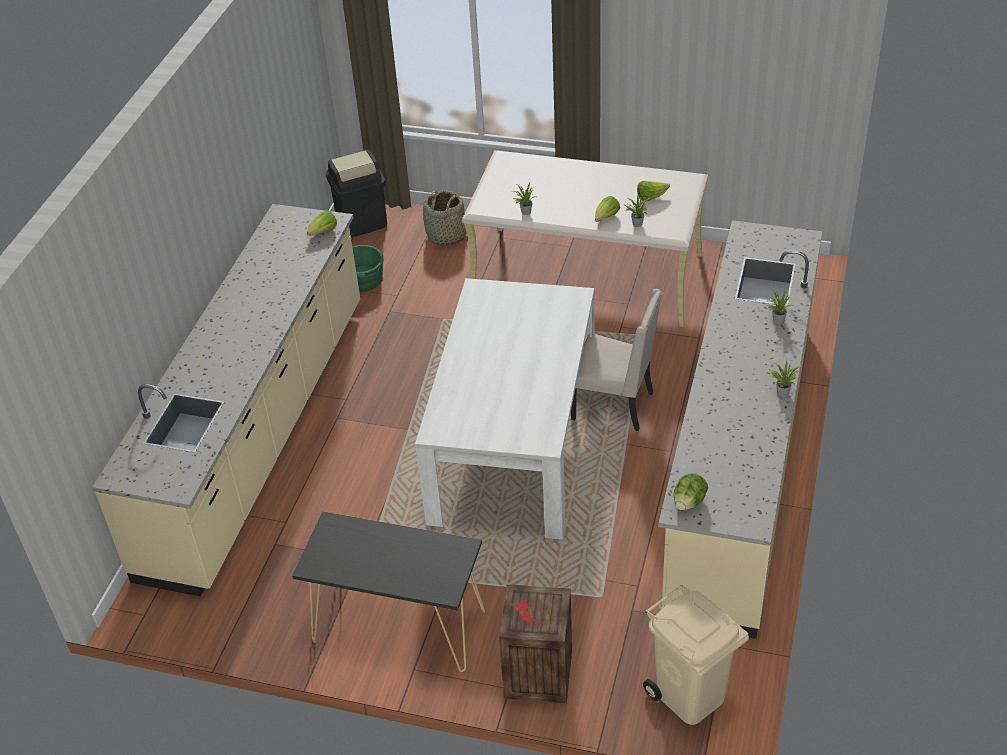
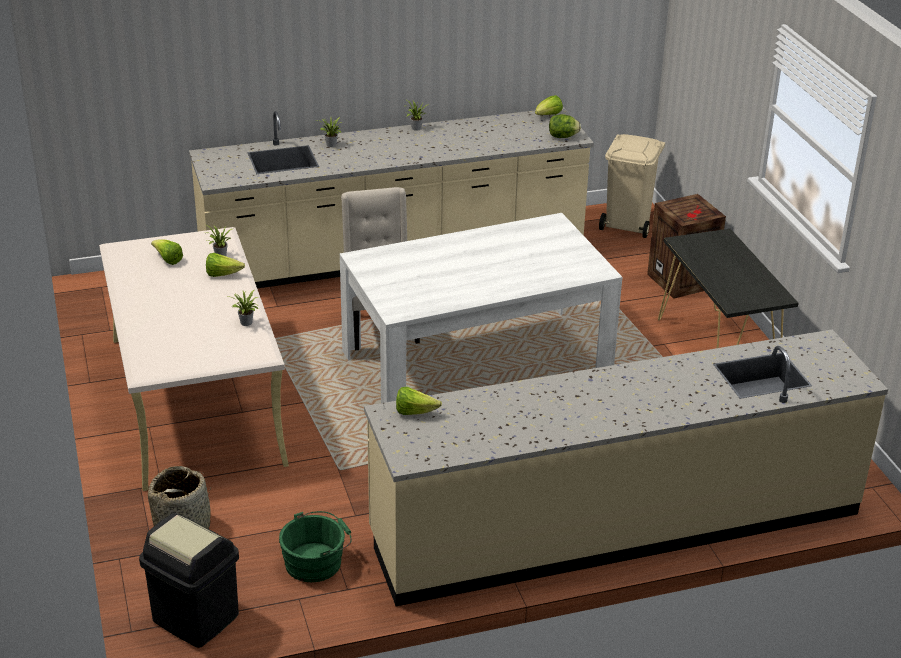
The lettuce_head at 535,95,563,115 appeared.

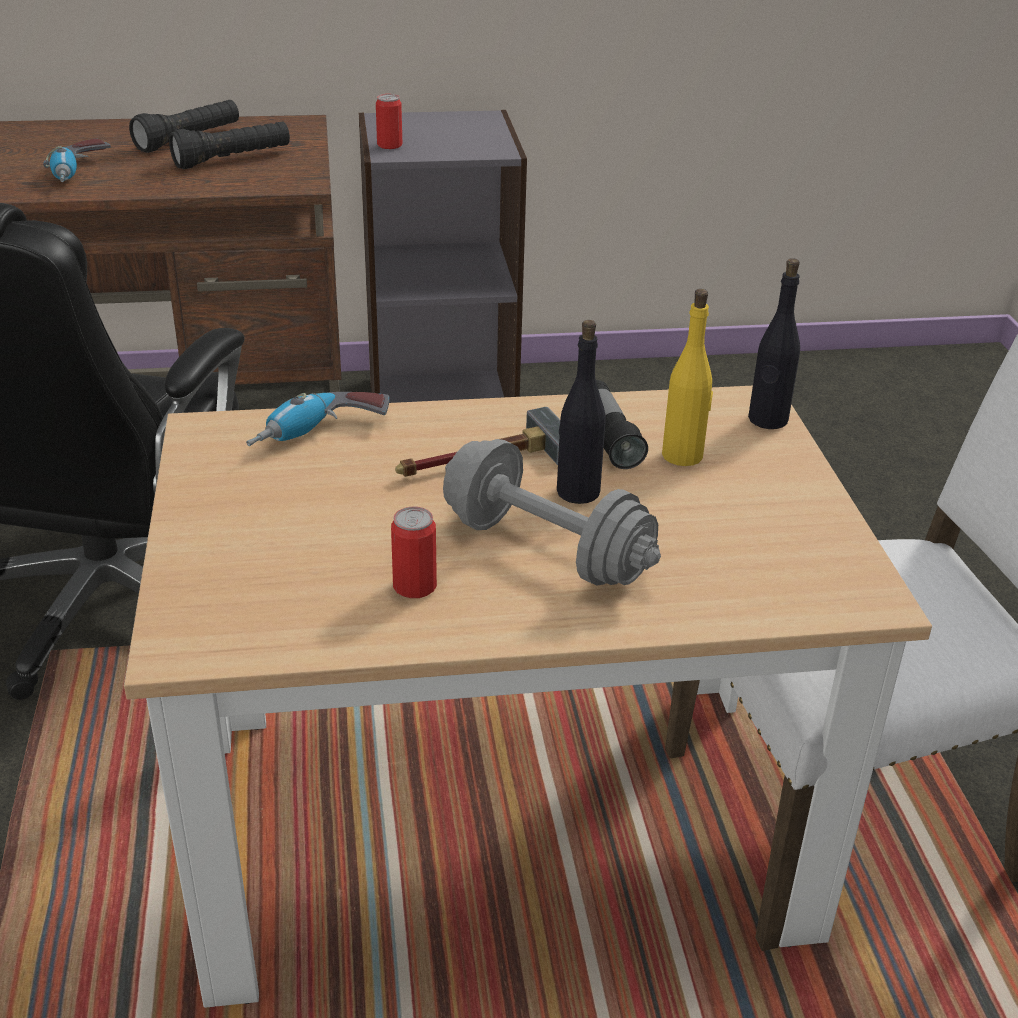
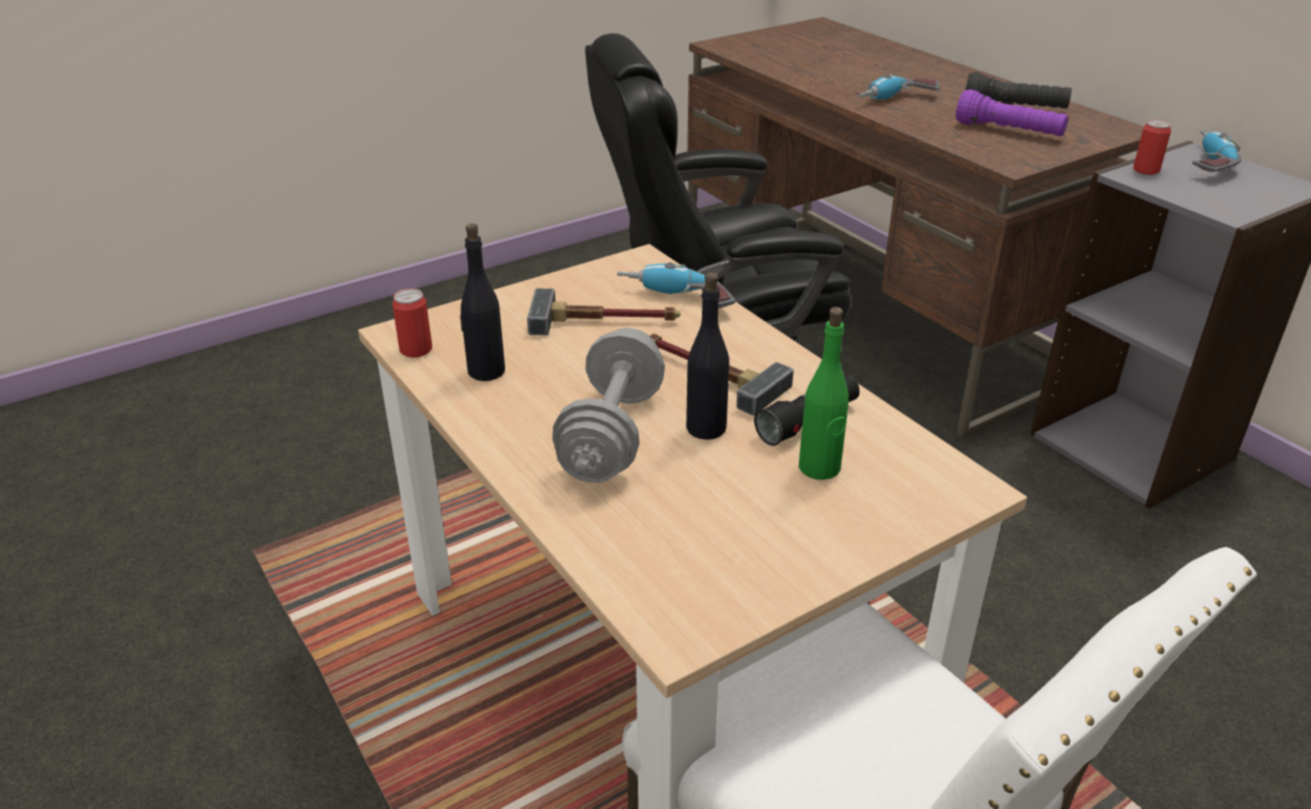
The metal_can moved from 391,507,437,598 to 392,289,432,358.
The blackish_beverage_bottle moved from 748,258,800,429 to 460,223,505,381.
The hand_hammer at 527,288,680,335 appeared.
The yellow_beverage_bottle at 662,289,713,466 became the green-coloured_beverage_bottle at 799,307,849,480.
The blackish_flashlight at 169,121,290,169 became the purple-coloured_flashlight at 956,89,1068,136.
The drill at 1192,130,1242,172 appeared.

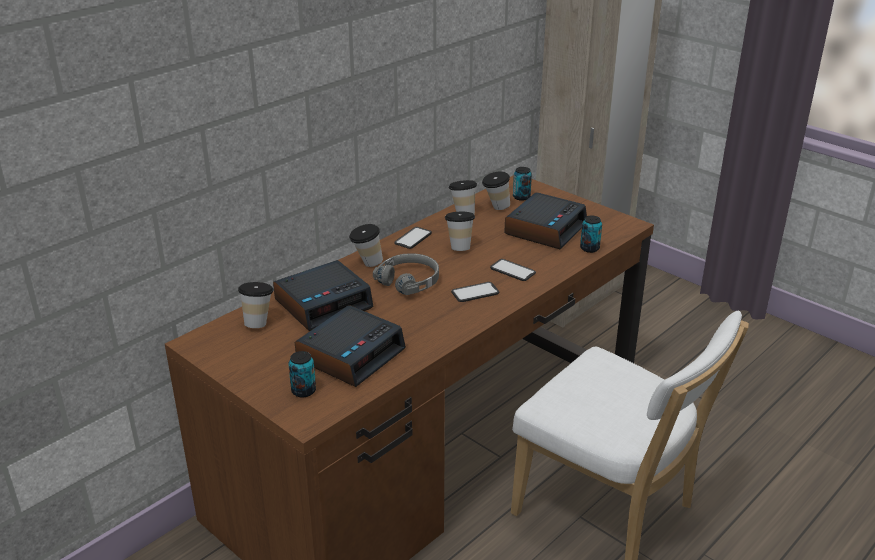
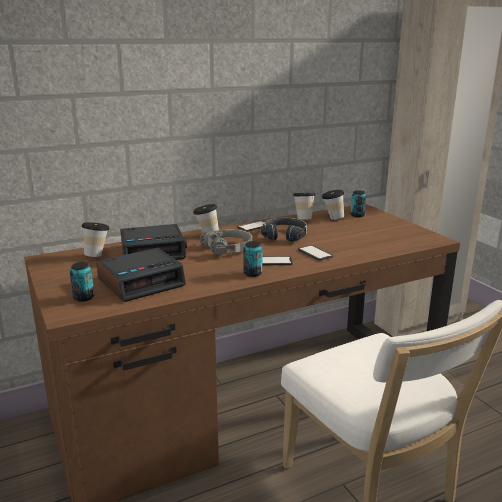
The metal_can moved from 580,215,602,253 to 243,241,263,277.
The cup at 445,212,475,251 was replaced by the blackish_headphones at 261,217,307,241.
The bedside_clock at 504,192,587,249 disappeared.

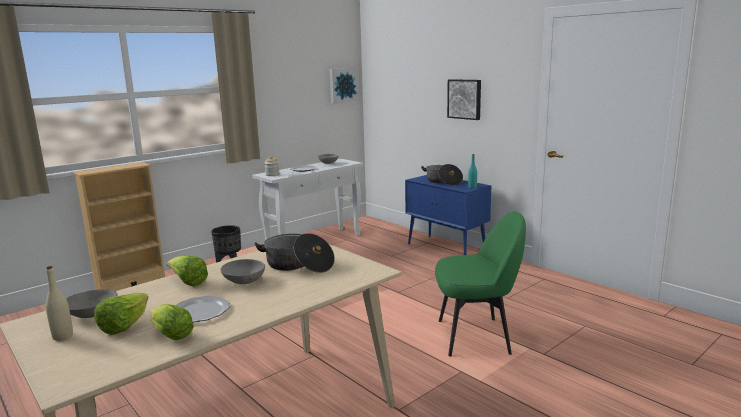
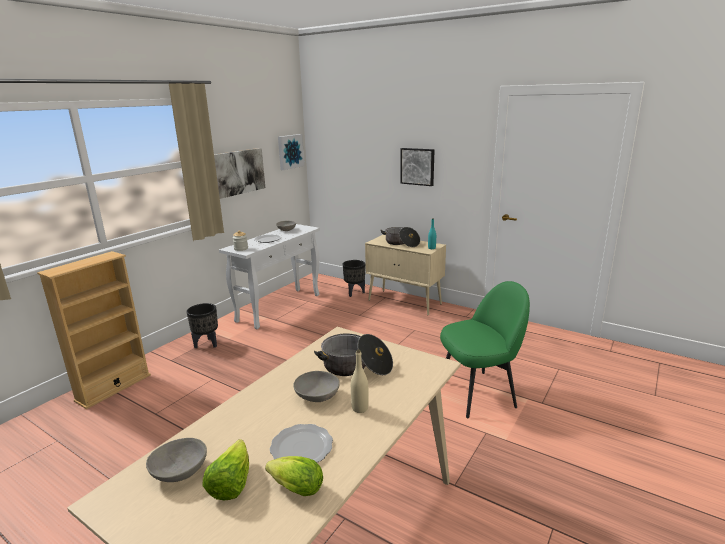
The wall_art at 214,148,265,199 appeared.
The blackish_plant_pot at 343,260,365,297 appeared.
The sand-coloured_beverage_bottle moved from 46,266,73,341 to 351,350,369,413.
The blue-coloured_cupboard at 405,175,491,255 became the sand-coloured_cupboard at 365,235,446,316.
The lettuce_head at 167,256,208,286 disappeared.

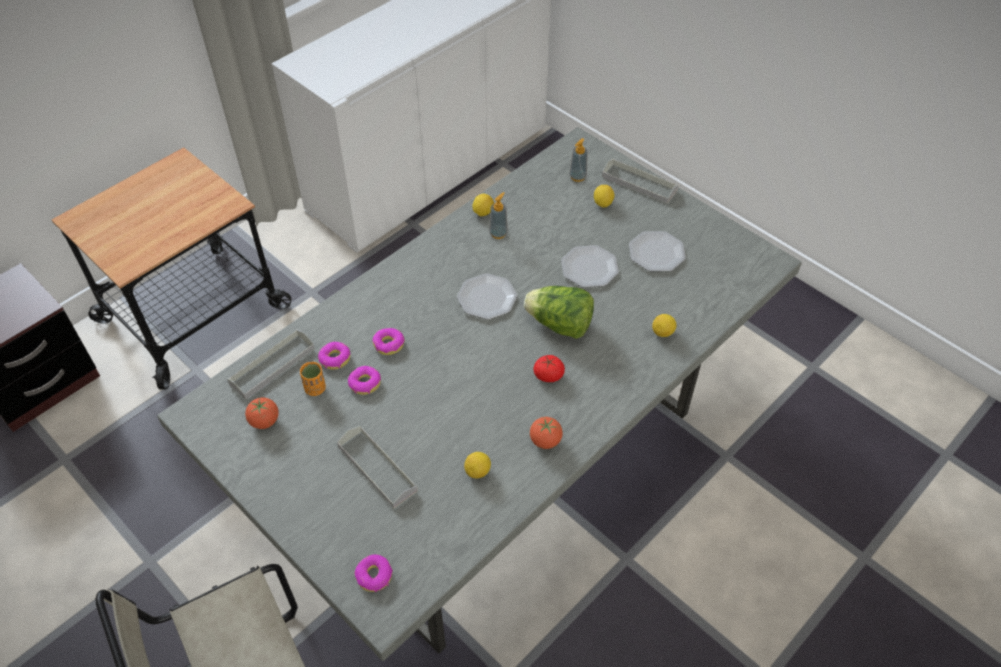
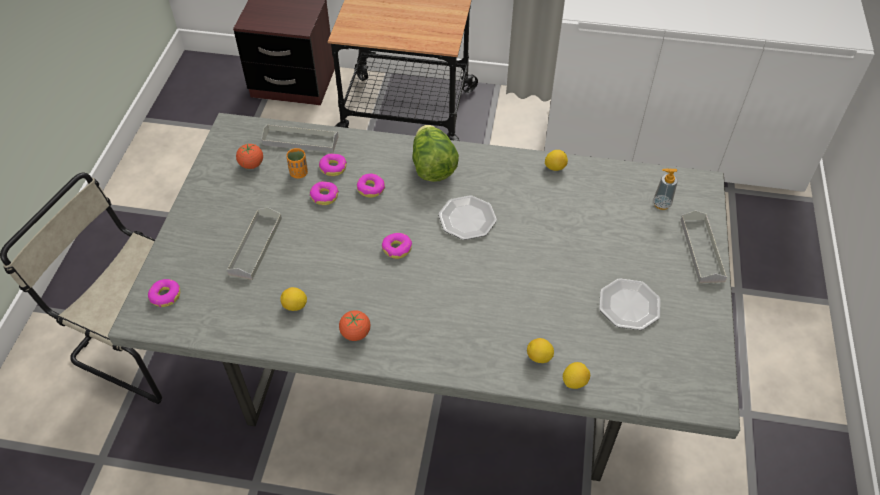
The donut at 382,233,412,259 appeared.
The lettuce_head moved from 524,286,594,339 to 412,125,459,182.
The citrus_fruit moved from 594,185,614,207 to 563,362,590,389.
The liquid_soap_bottle at 489,192,508,239 disappeared.
The whole_tomato at 534,355,565,382 disappeared.
The flat_dish at 561,245,619,288 disappeared.

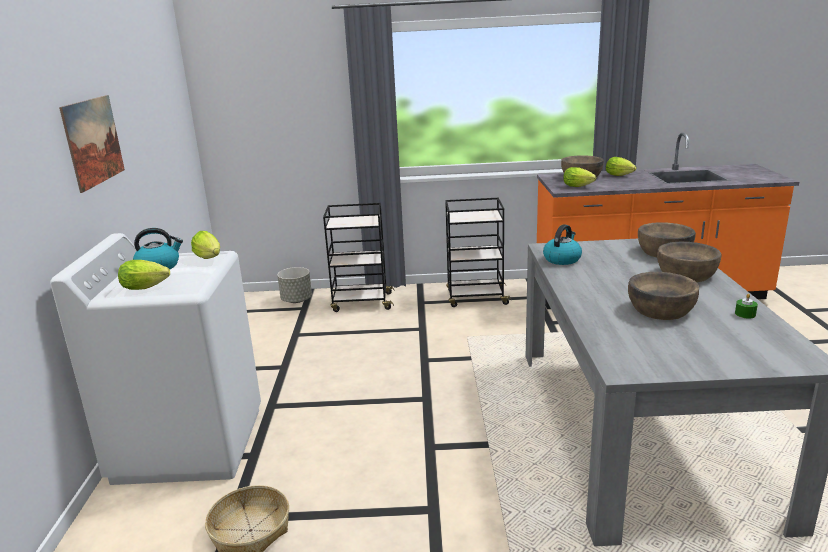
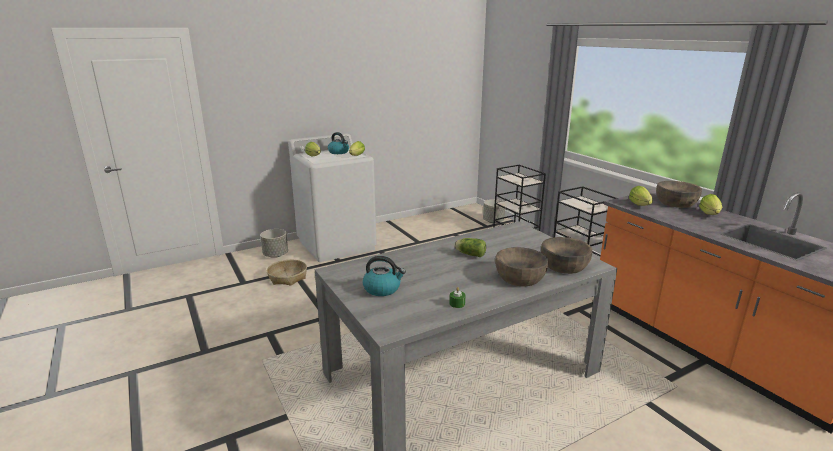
The greyish_plant_pot at 260,229,288,258 appeared.
The tea_kettle moved from 543,224,582,265 to 363,256,406,296.
The lettuce_head at 454,238,486,257 appeared.
The wall_art at 59,95,125,193 disappeared.
The brownish_serving_bowl at 628,272,699,320 disappeared.

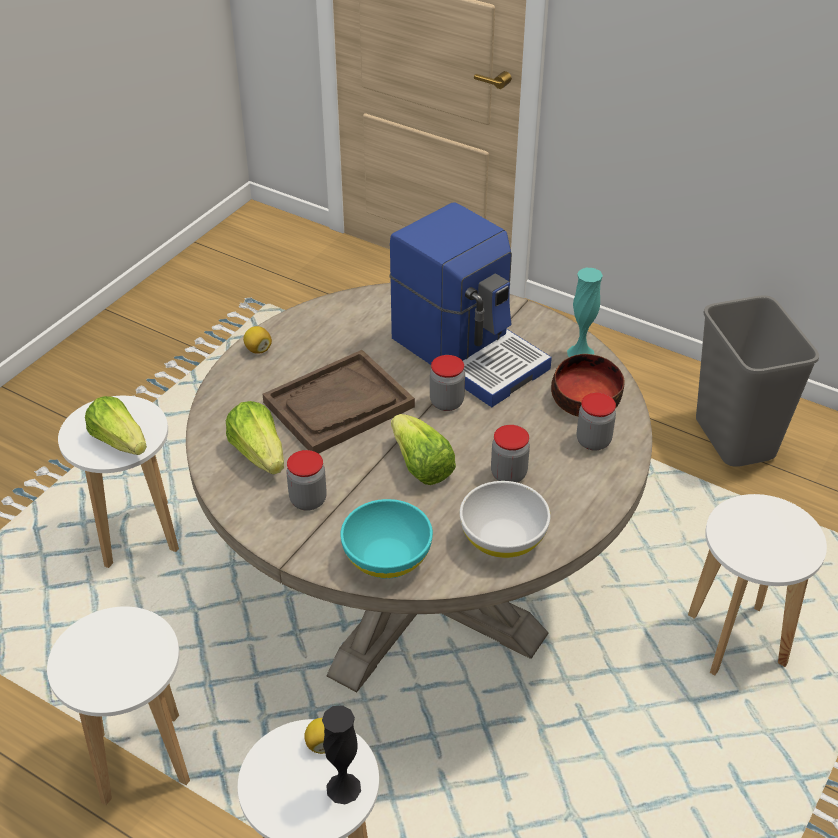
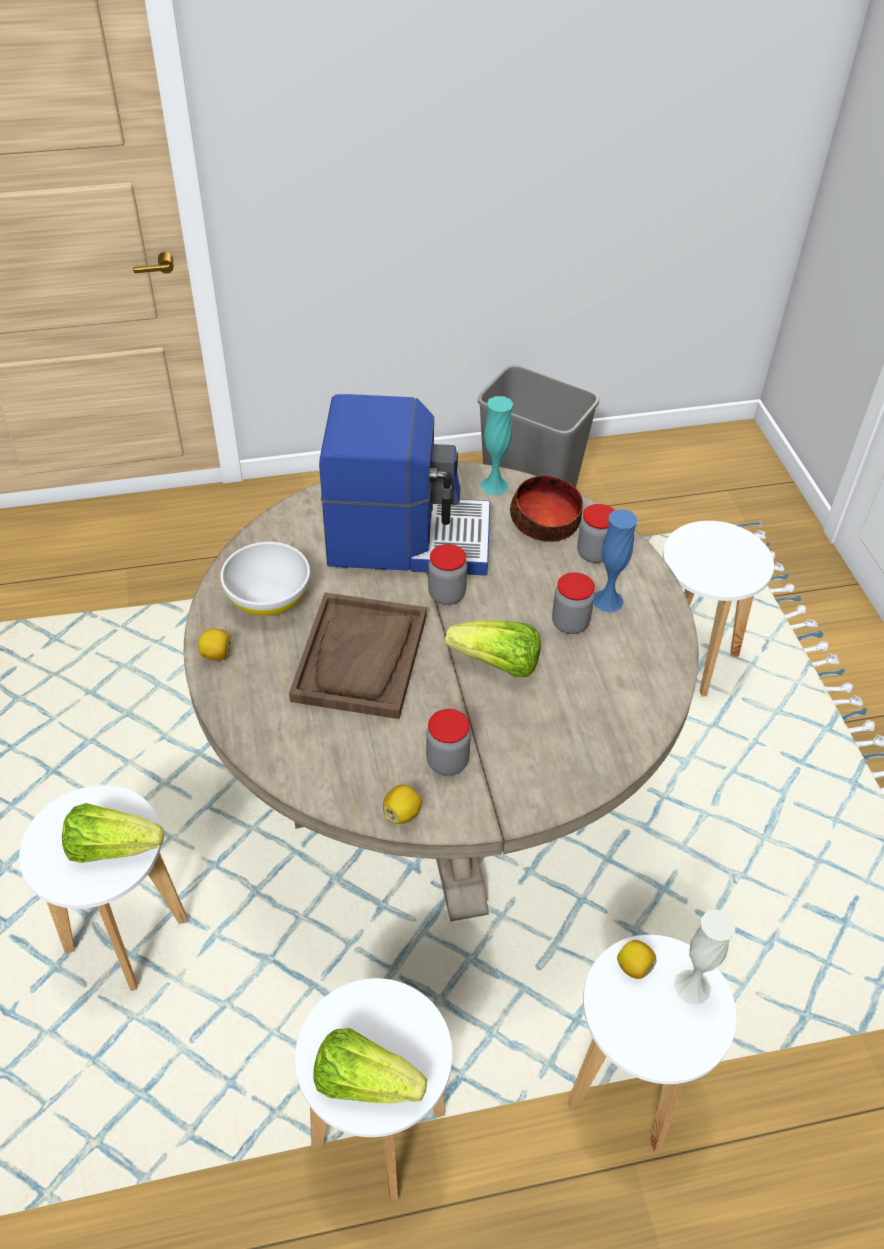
The white_serving_bowl moved from 460,481,550,558 to 220,542,310,616.
The lettuce_head moved from 226,401,284,475 to 313,1028,427,1103.
The citrus_fruit at 383,785,422,824 appeared.
The blue-coloured_vase at 594,509,637,612 appeared.
The blackish_vase at 322,705,361,804 became the white_vase at 674,909,735,1004.
The turquoise_serving_bowl at 340,499,433,579 disappeared.

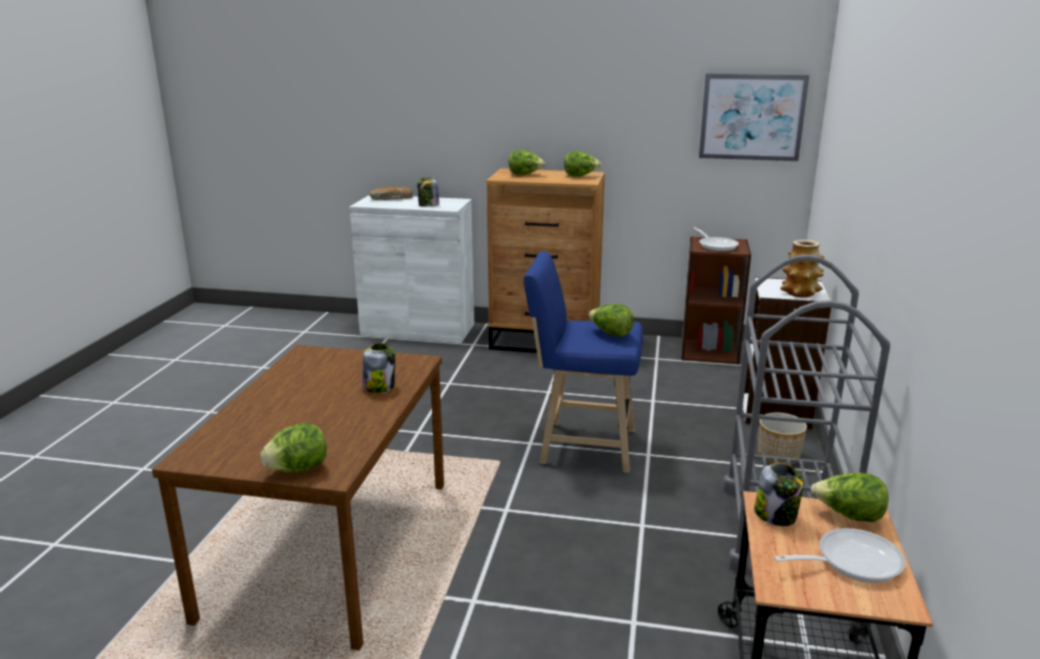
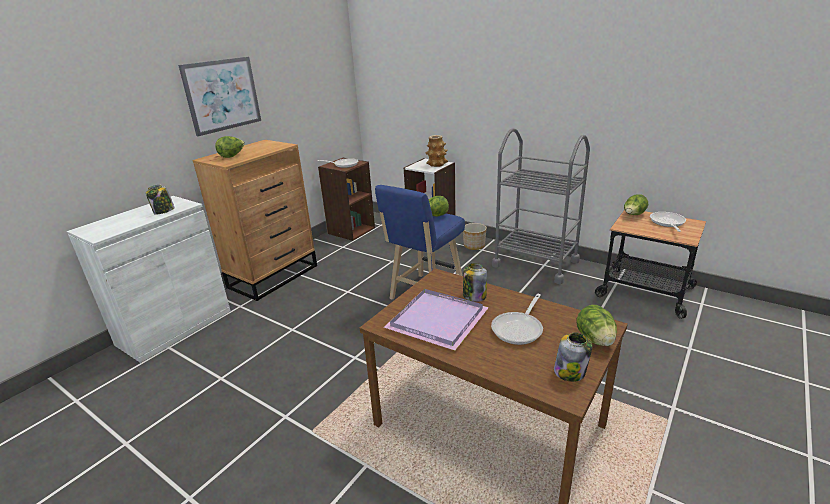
The wall_art moved from 699,73,809,161 to 178,57,261,137.
The purple-coloured_serving_tray at 384,289,489,350 appeared.
The frying_pan at 491,294,543,345 appeared.
The preserve_jar moved from 754,463,804,526 to 554,333,592,382.
The bread at 369,187,413,200 disappeared.
The lettuce_head at 564,151,601,177 disappeared.

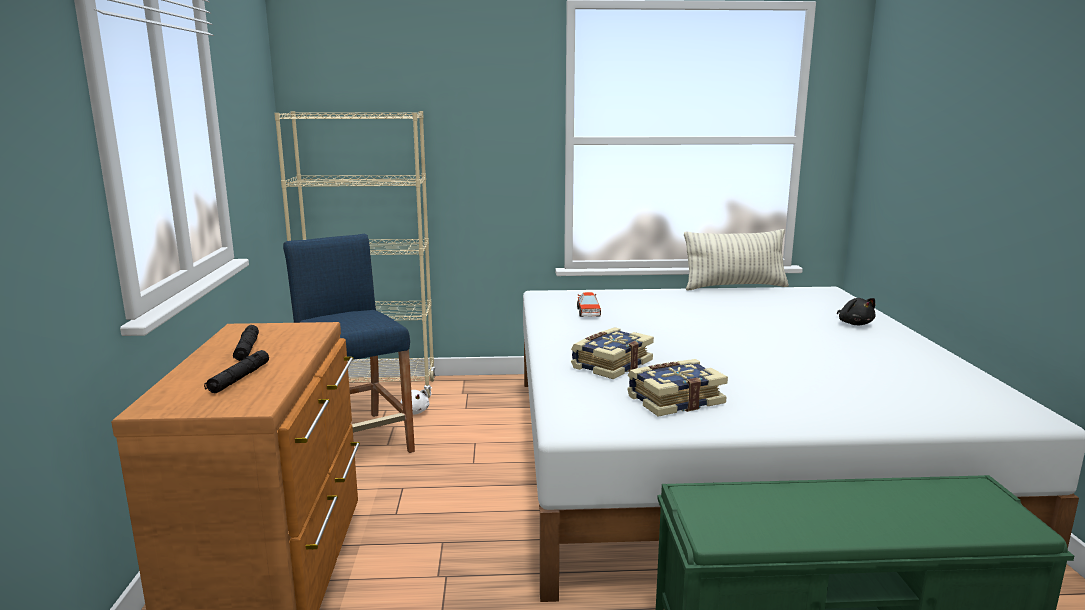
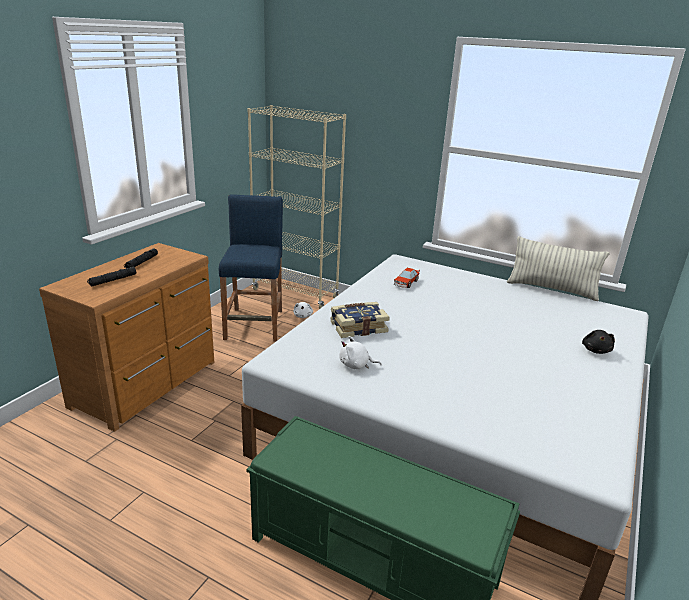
The volume at 627,359,728,417 was replaced by the white_cuddly_toy at 339,336,382,369.

